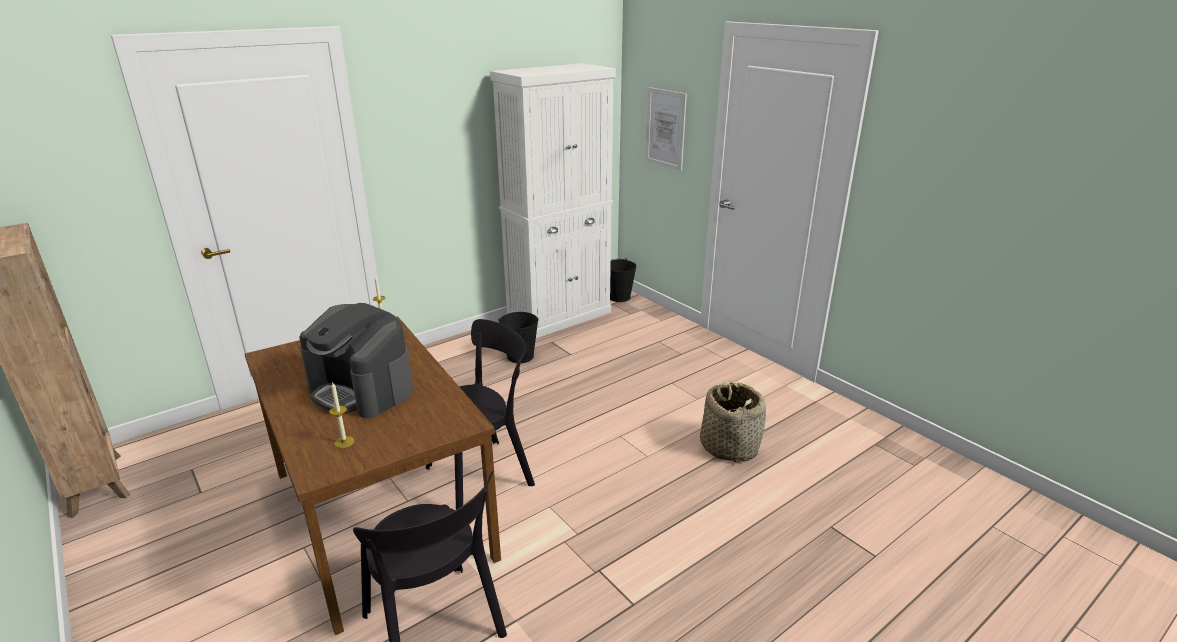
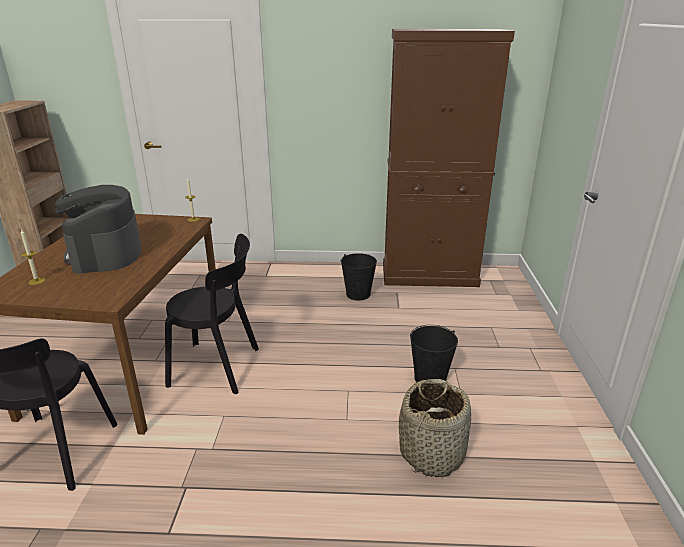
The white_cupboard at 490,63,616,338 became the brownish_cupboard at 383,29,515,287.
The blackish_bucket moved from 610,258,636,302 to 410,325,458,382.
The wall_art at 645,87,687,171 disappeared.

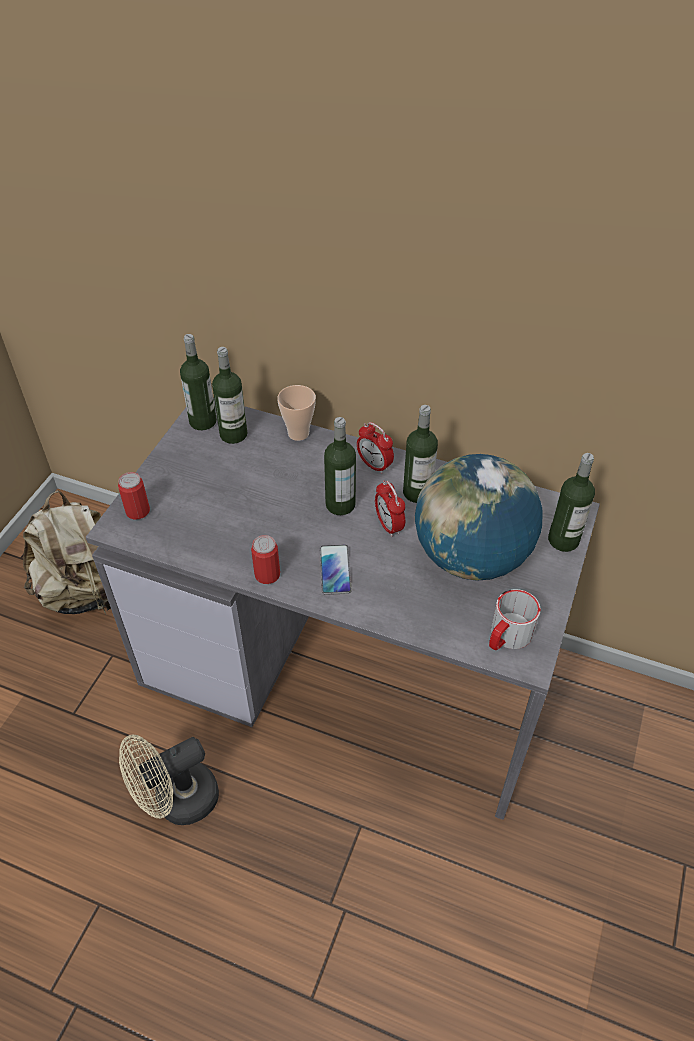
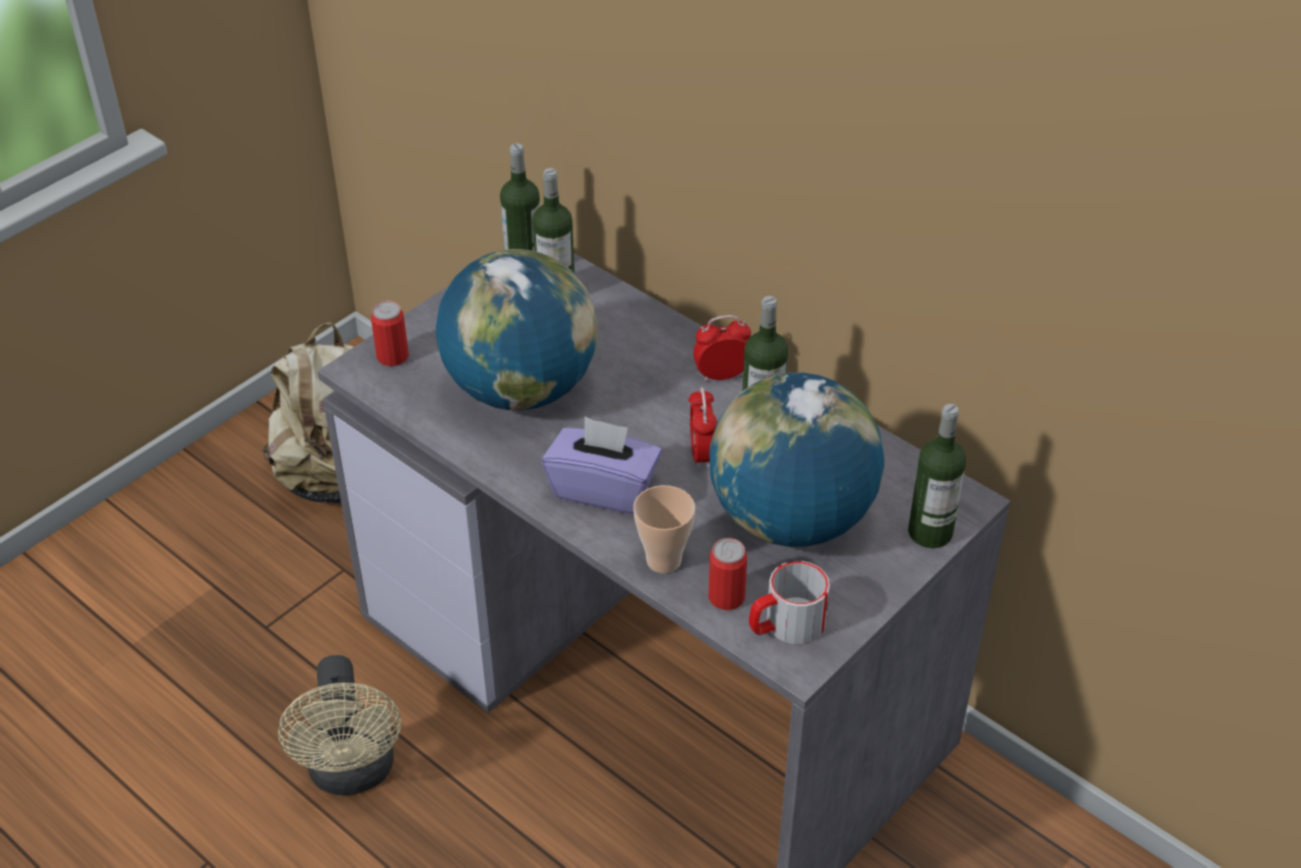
The sand-coloured_cooling_fan at 119,735,219,825 turned 90 degrees counterclockwise.
The desk_globe at 436,249,597,410 appeared.
The phone at 320,545,352,595 was replaced by the purple-coloured_tissue_holder at 542,417,662,514.
The cup moved from 277,385,316,441 to 633,485,695,573.
The bedside_clock at 357,422,394,474 turned 105 degrees clockwise.
The metal_can moved from 251,535,280,584 to 708,538,747,610.
The beverage_bottle at 324,417,356,515 disappeared.

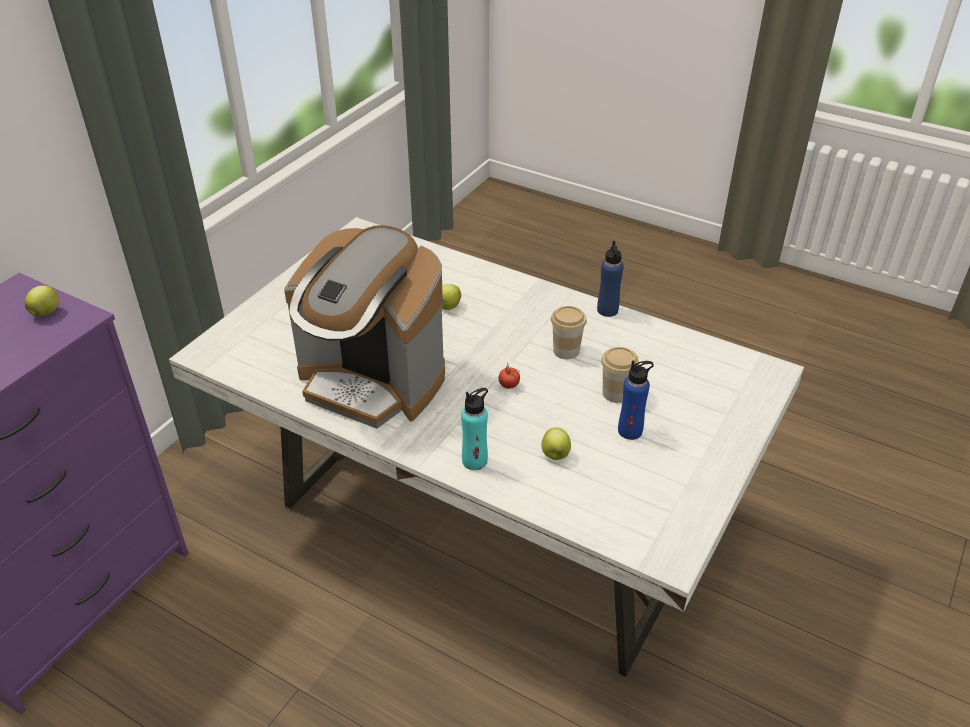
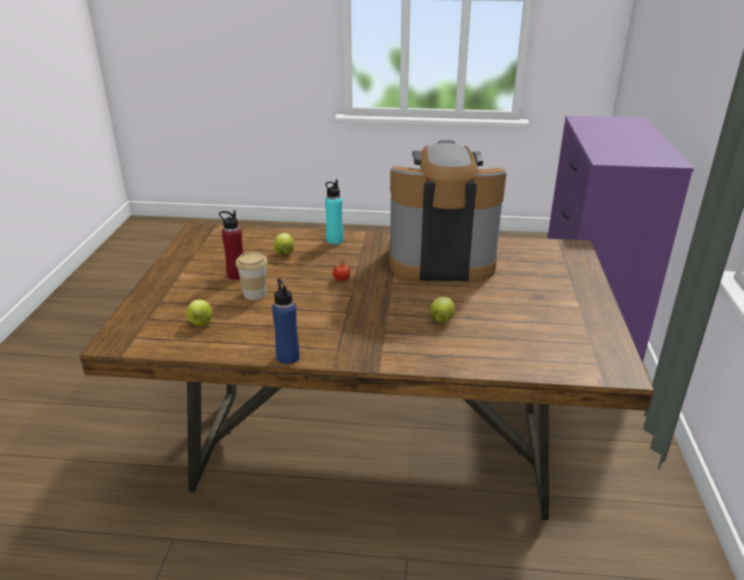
The white_dining_table at 169,217,804,677 became the brownish_dining_table at 79,223,654,520.
The apple moved from 25,286,59,316 to 186,300,212,326.
The blue-coloured_beverage_bottle at 618,360,654,440 became the reddish_beverage_bottle at 219,210,243,280.
The cup at 551,306,587,359 disappeared.

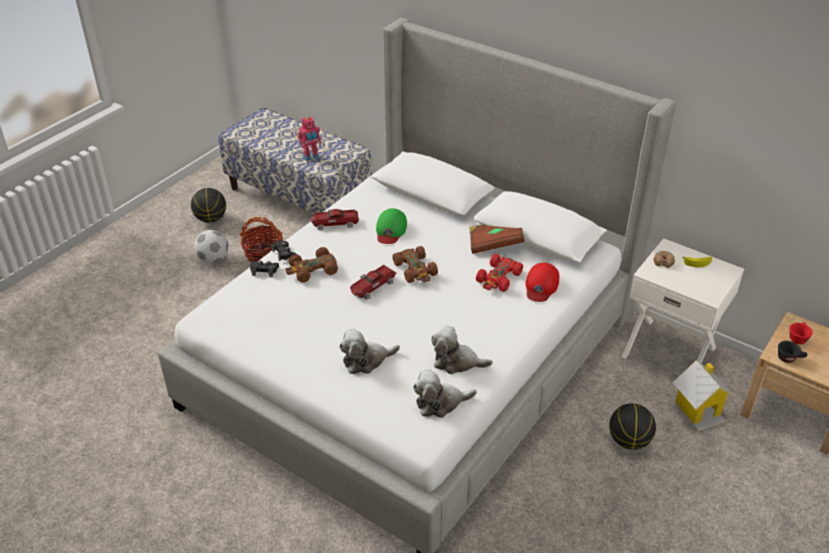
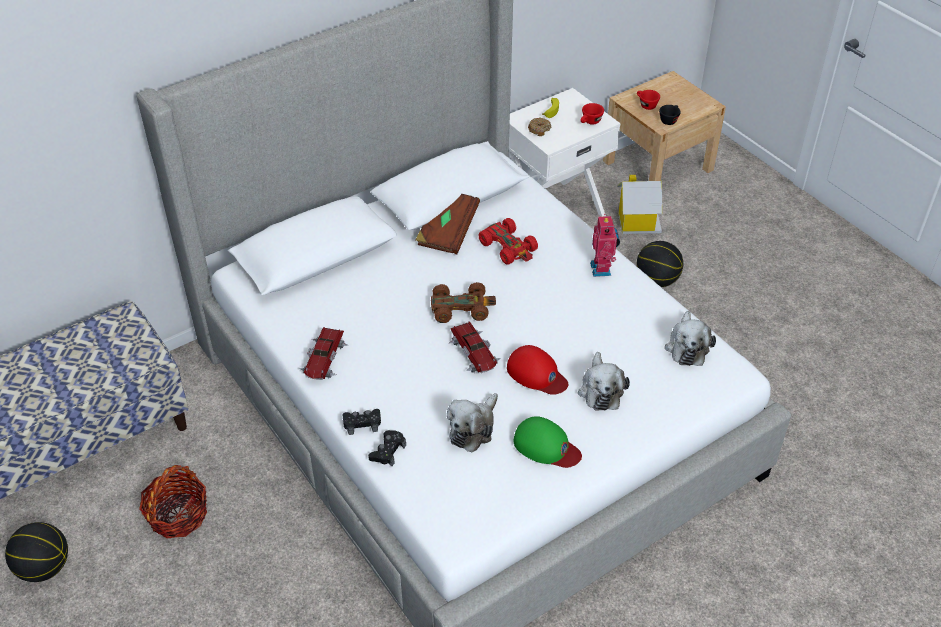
The cuddly_toy moved from 431,325,493,374 to 447,393,498,452.
The reddish_cap moved from 526,263,559,302 to 507,345,568,395.
The green-coloured_cap moved from 376,208,407,244 to 514,416,582,468.
The reddish_cup at 581,103,604,125 appeared.
The robot_figure moved from 297,117,322,161 to 590,214,620,277.
The ball_for_football at 194,230,228,263 disappeared.
The brownish_toy_car at 285,247,338,283 disappeared.

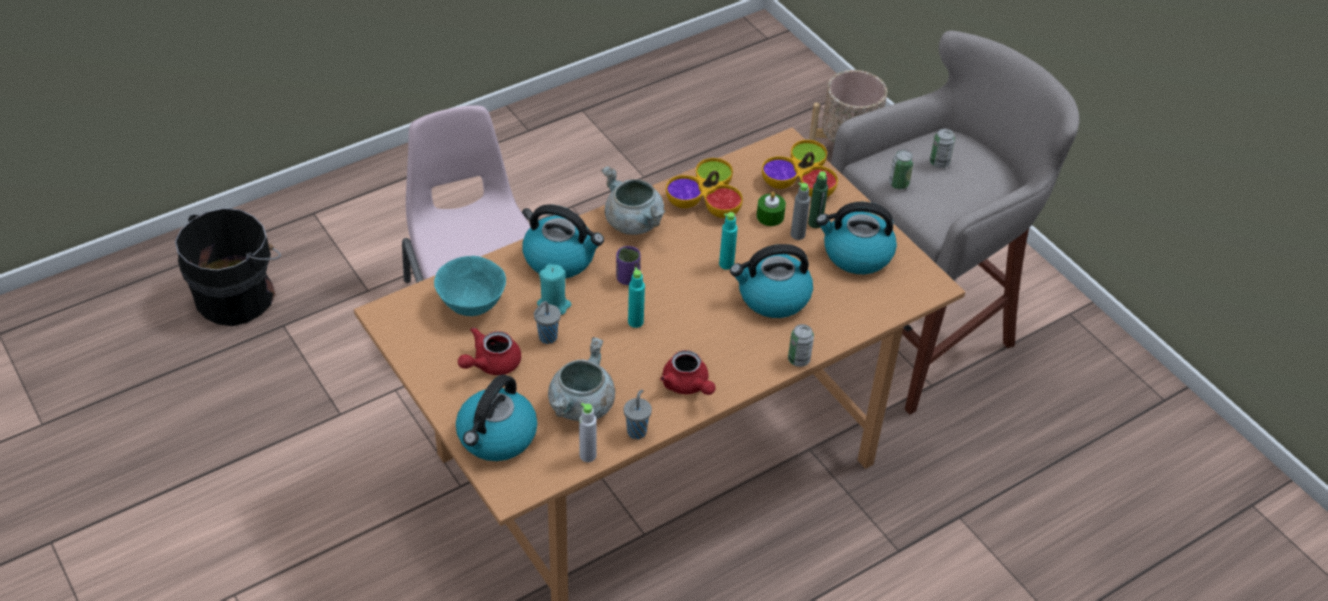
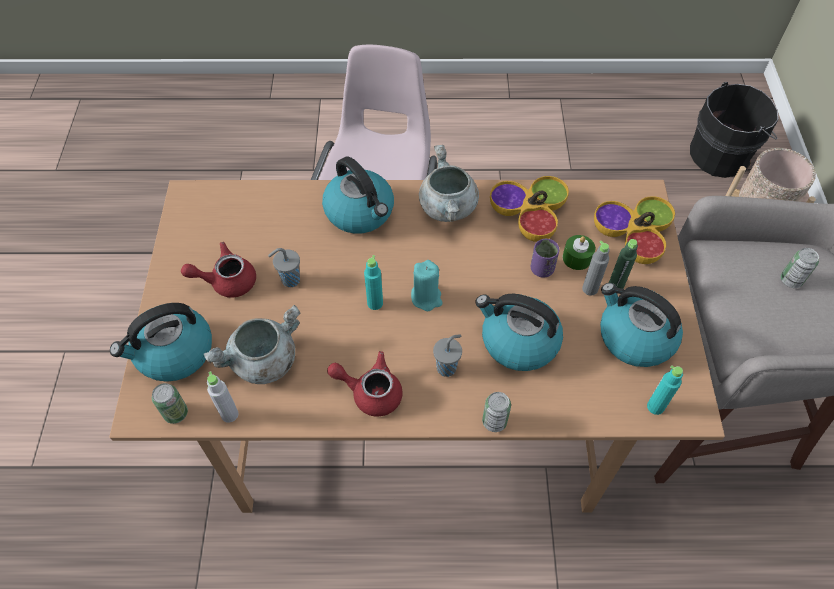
The metal_can moved from 889,150,914,189 to 152,383,188,424.
The reddish_pot_for_tea at 660,350,716,395 turned 105 degrees clockwise.
The turquoise_wax_candle moved from 537,264,572,315 to 411,260,443,311.
The greyish_cup moved from 624,390,652,439 to 433,334,462,377.
The purple-coloured_cup moved from 616,246,641,285 to 531,239,559,277.
The turquoise_beverage_bottle moved from 719,212,738,270 to 647,365,683,415.
The blackish_bucket moved from 175,208,281,326 to 690,82,779,178.
The turquoise_serving_bowl at 434,256,506,316 disappeared.

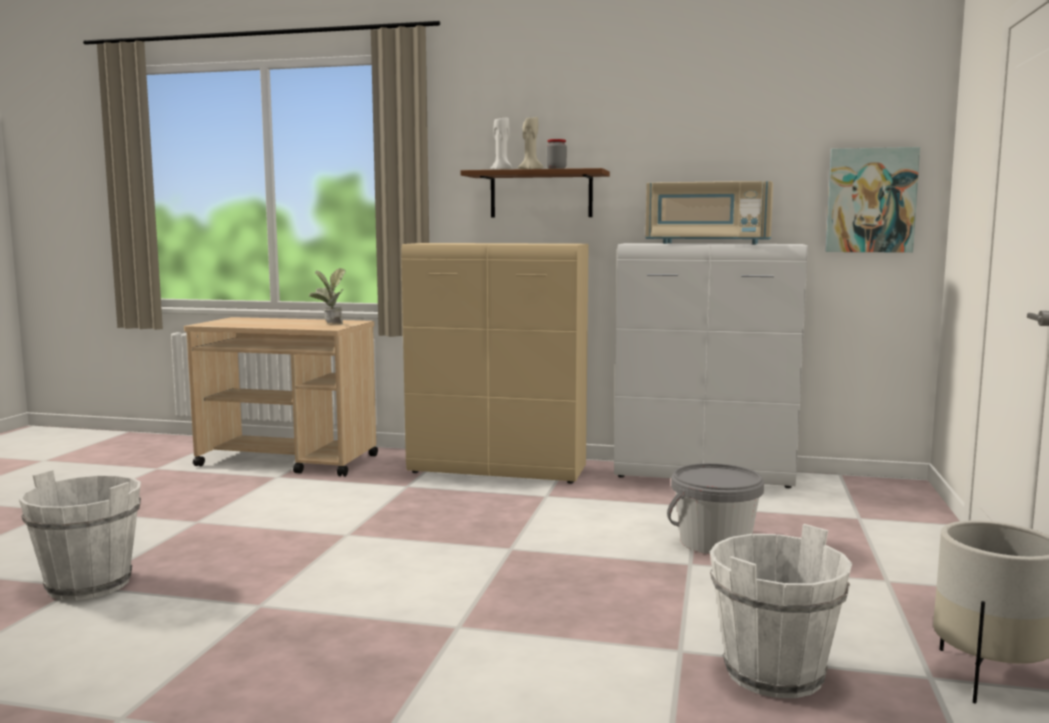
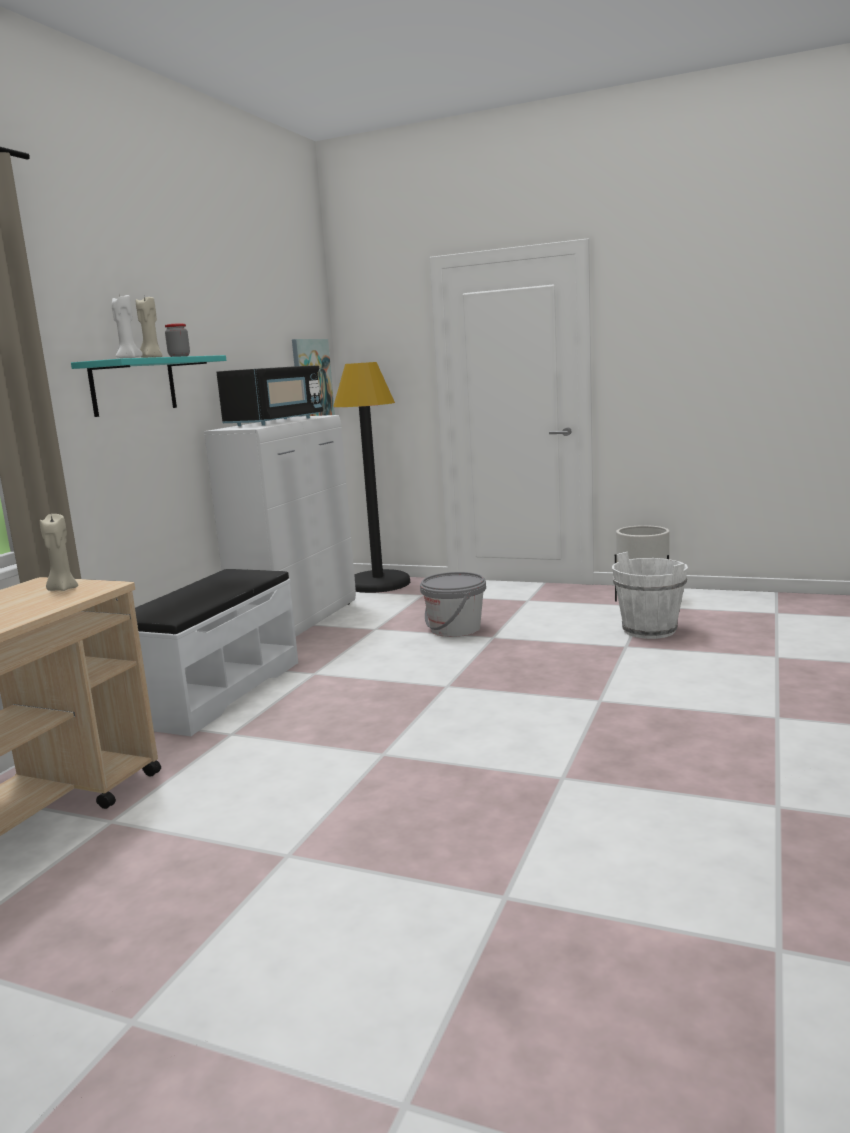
The potted_plant at 309,268,345,324 was replaced by the sand-coloured_wax_candle at 40,514,78,591.
The brownish_shelf at 460,168,610,218 became the turquoise_shelf at 71,355,226,417.
The sand-coloured_cupboard at 401,243,589,484 was replaced by the white_bench at 135,569,298,736.
The sand-coloured_kitchen_microwave at 645,181,773,244 became the blackish_kitchen_microwave at 216,365,323,426.
The blackish_standard_lamp at 333,362,410,593 appeared.
The white_bucket at 19,470,141,600 disappeared.

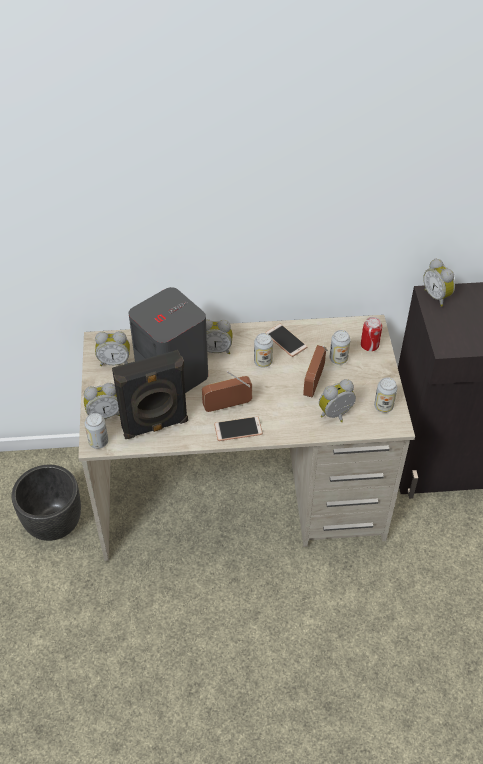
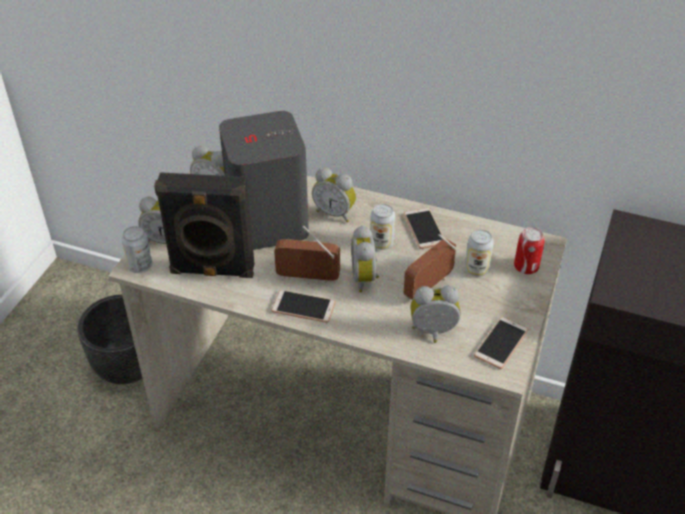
The bedside_clock moved from 423,258,455,307 to 351,225,379,292.
The metal_can at 374,377,397,413 was replaced by the phone at 474,317,528,369.

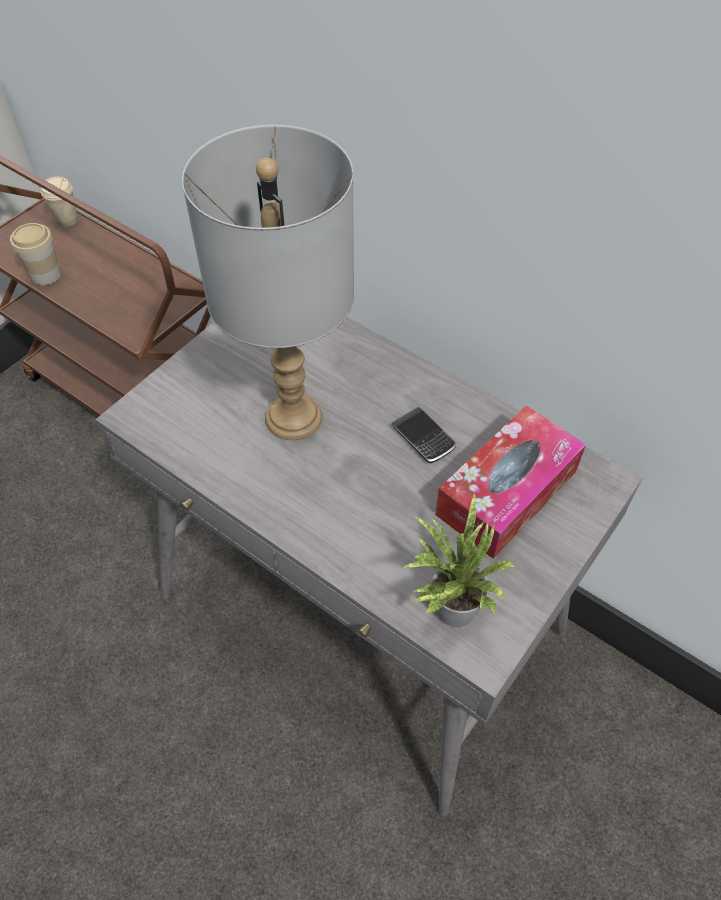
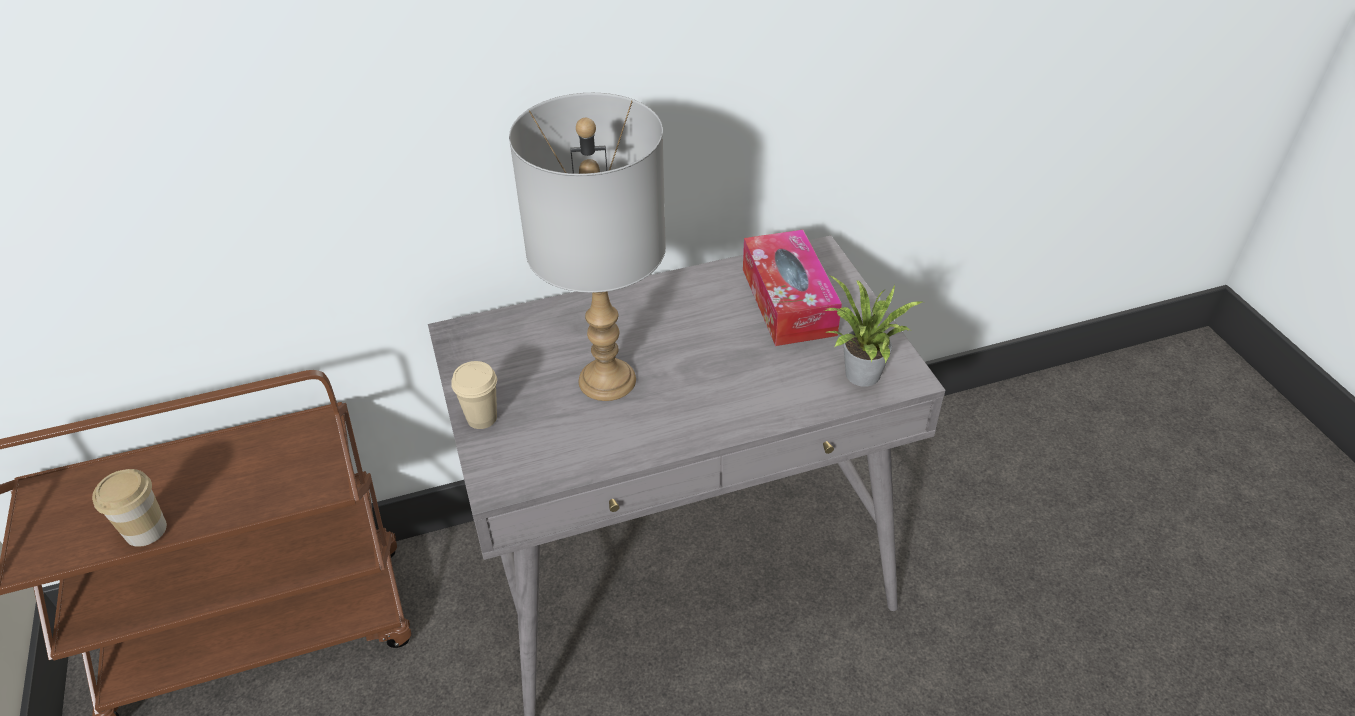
The sand-coloured_cup moved from 41,177,78,227 to 451,361,497,429.
The phone at 392,407,456,463 disappeared.

